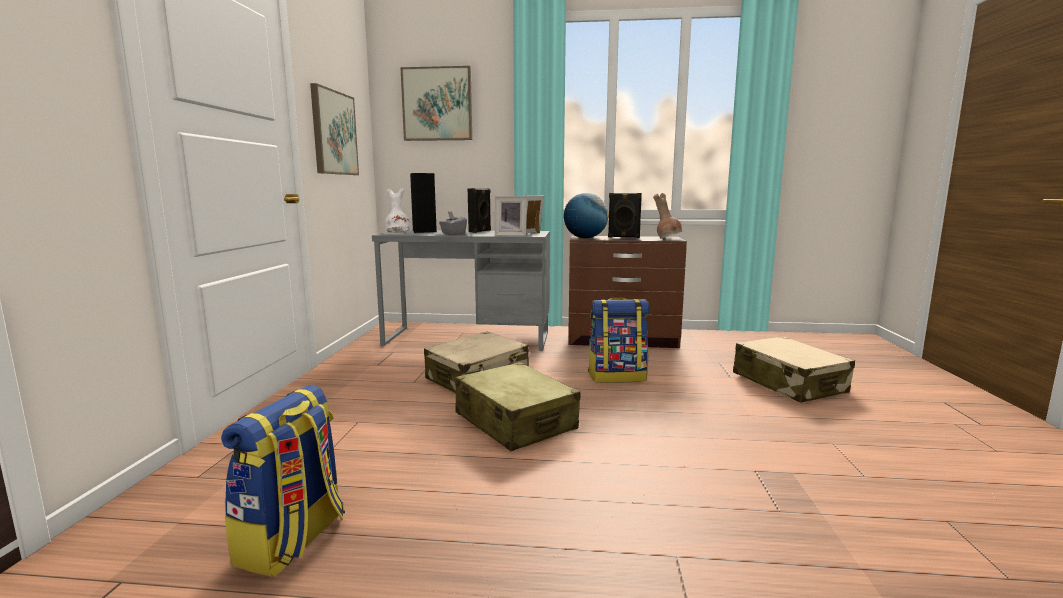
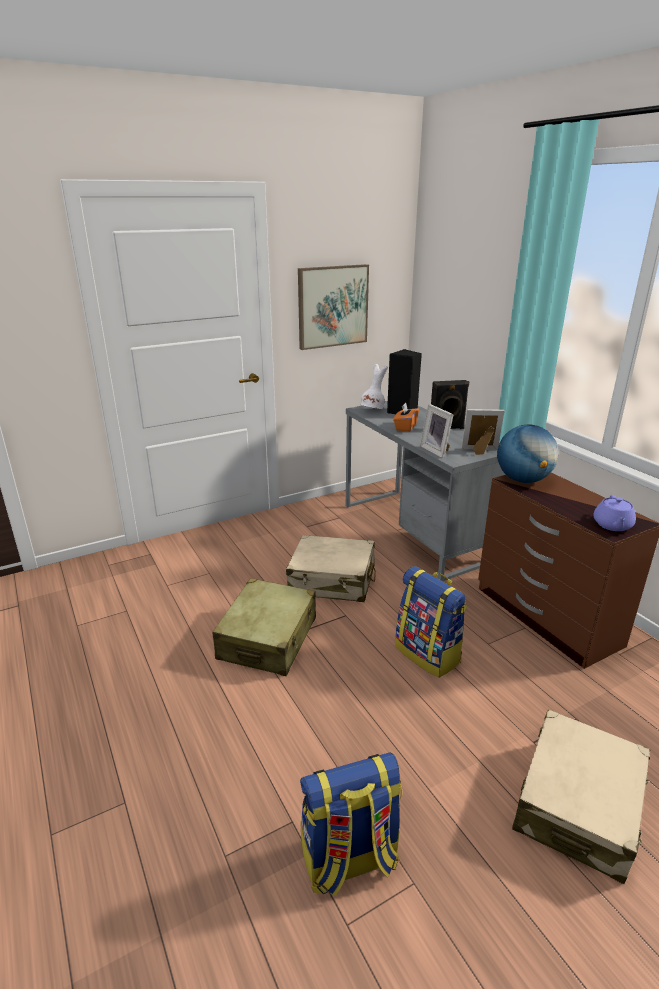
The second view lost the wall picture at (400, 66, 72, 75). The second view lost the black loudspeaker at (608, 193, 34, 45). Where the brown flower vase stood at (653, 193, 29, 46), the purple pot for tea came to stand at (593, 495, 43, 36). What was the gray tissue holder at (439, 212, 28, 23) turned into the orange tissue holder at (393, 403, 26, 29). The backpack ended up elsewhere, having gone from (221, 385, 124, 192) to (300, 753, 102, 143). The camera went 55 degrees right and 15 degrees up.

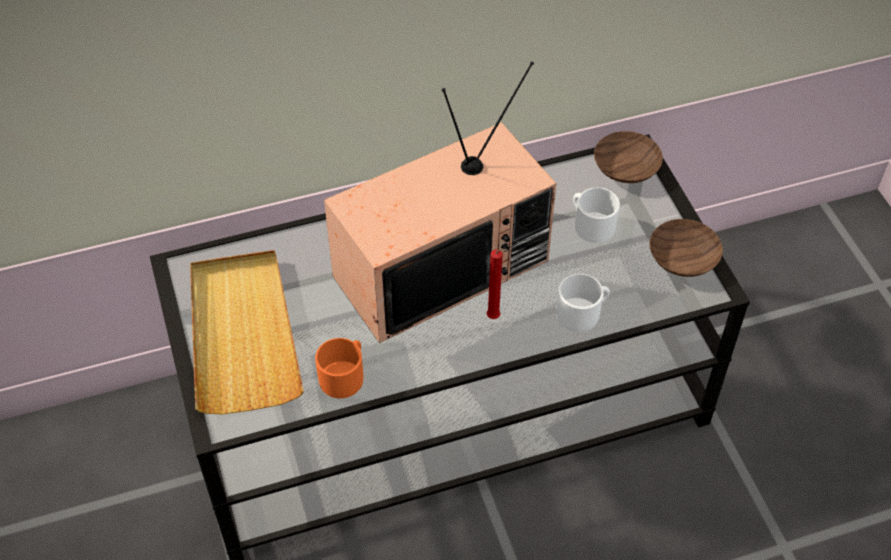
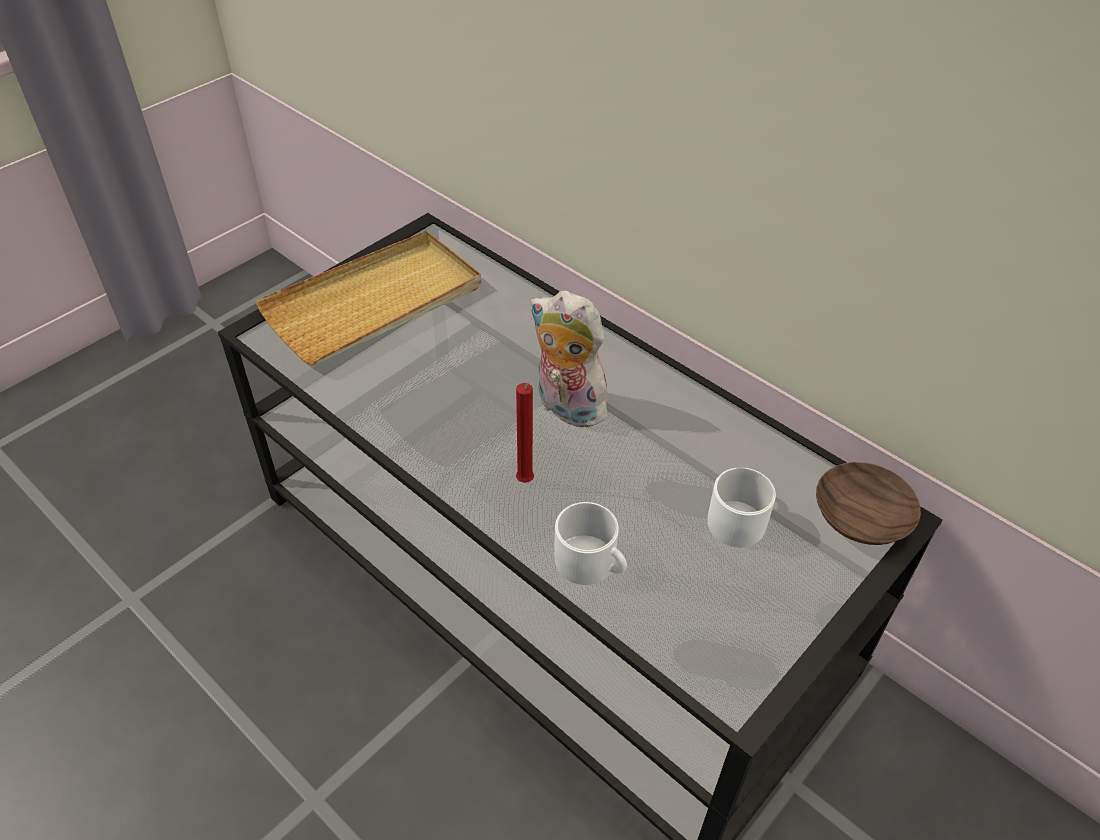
Where the television stood at (324, 61, 232, 282), the cuddly toy came to stand at (530, 290, 80, 138). The second view lost the brown deep dish at (649, 219, 74, 58). The second view lost the orange tea mug at (315, 338, 48, 60). The camera went 60 degrees right and 5 degrees down.

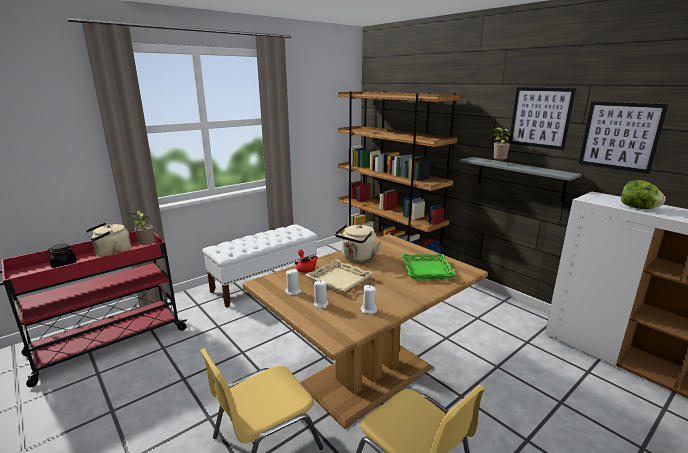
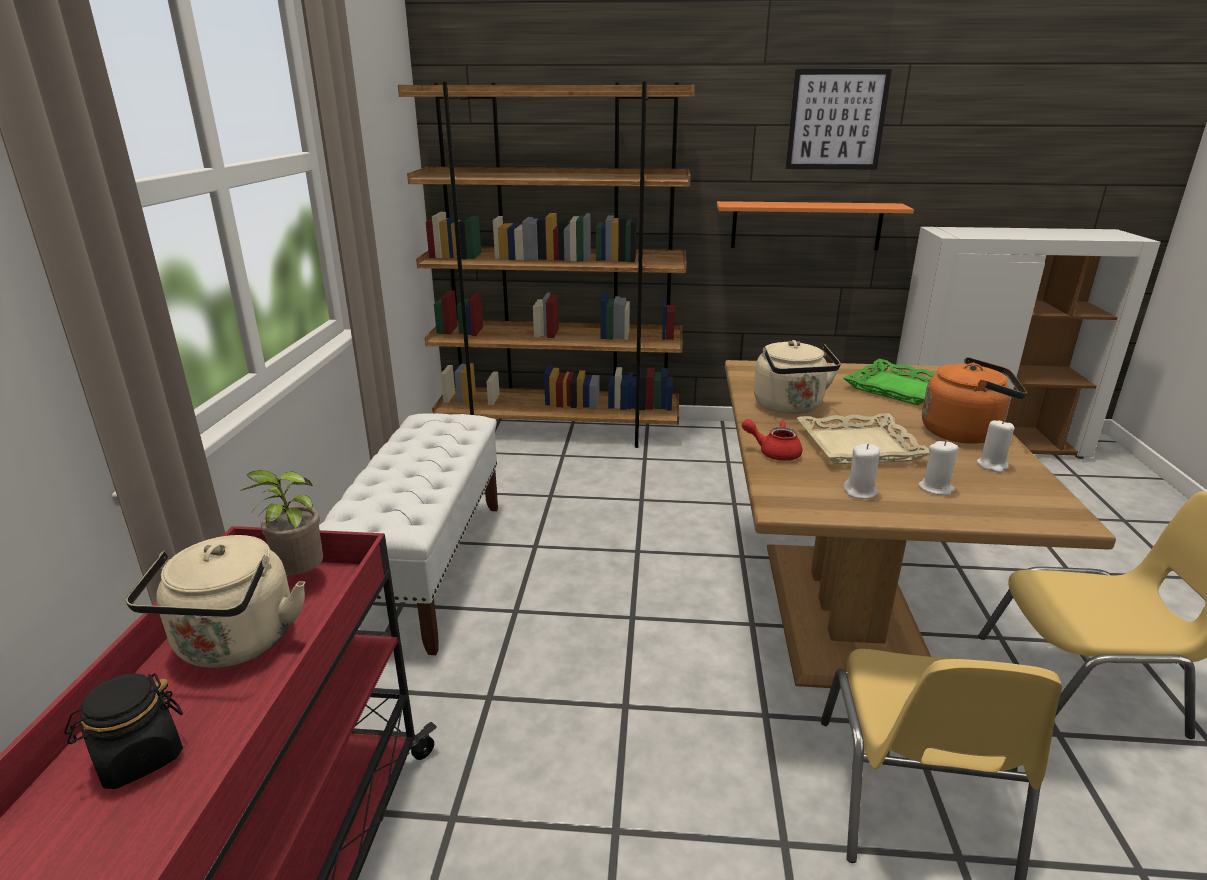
The second view lost the wall picture at (579, 101, 90, 73). The second view lost the potted plant at (491, 127, 20, 35). What was the gray wall shelf at (460, 157, 121, 44) turned into the orange wall shelf at (717, 201, 197, 49). The second view lost the lettuce head at (621, 180, 44, 29). The second view gained the orange tea kettle at (922, 357, 105, 87). The camera went 45 degrees left and 5 degrees up.

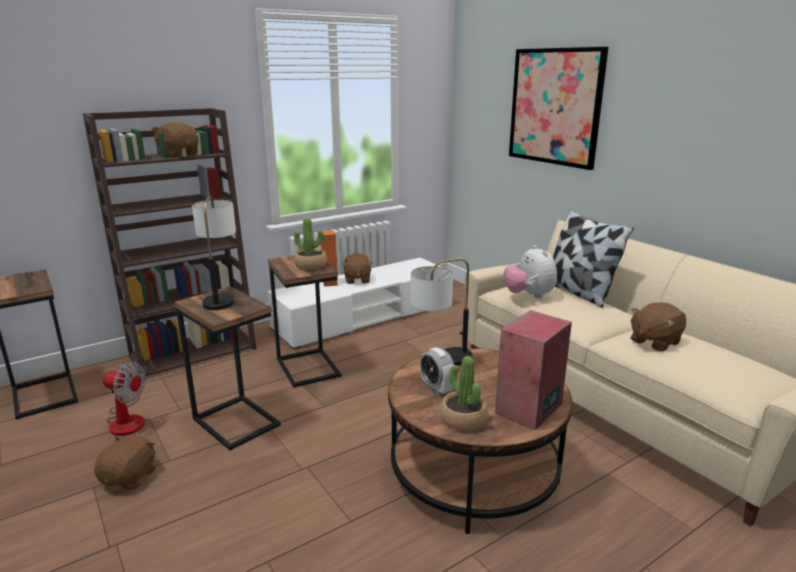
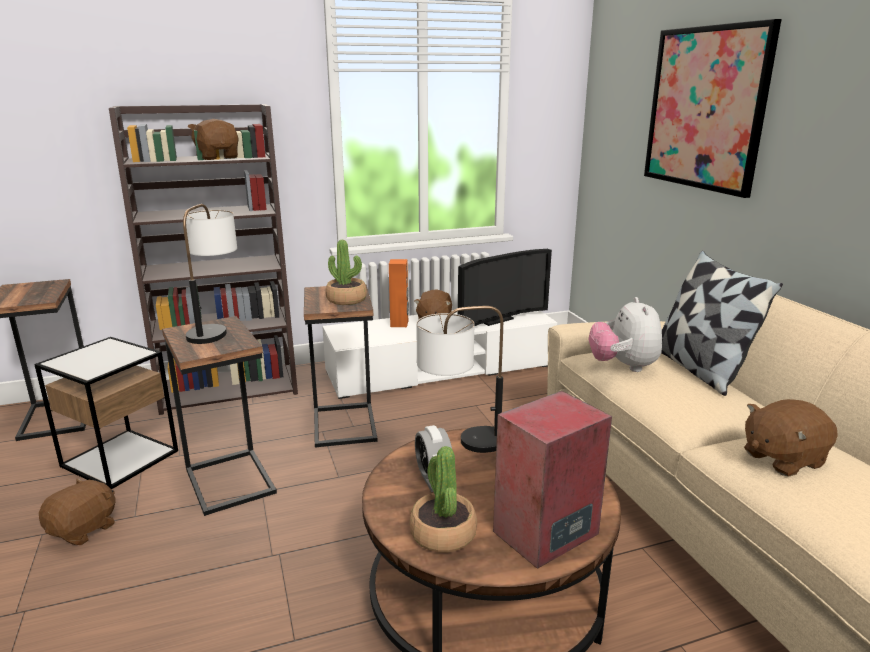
Where the cooling fan stood at (103, 362, 43, 74), the side table came to stand at (34, 337, 144, 152). The second view gained the television at (458, 249, 94, 77). The camera went 15 degrees right and 0 degrees up.

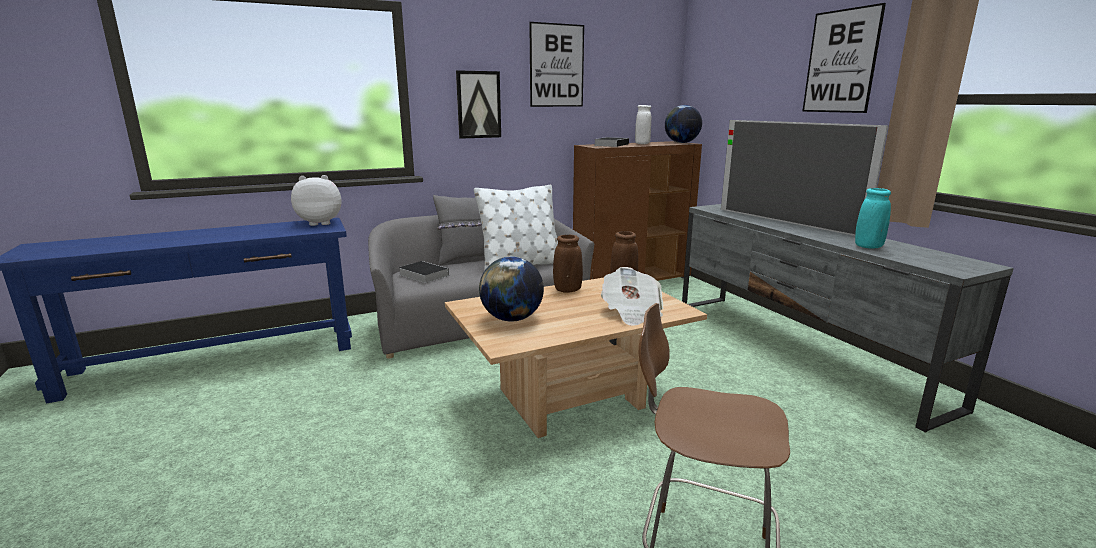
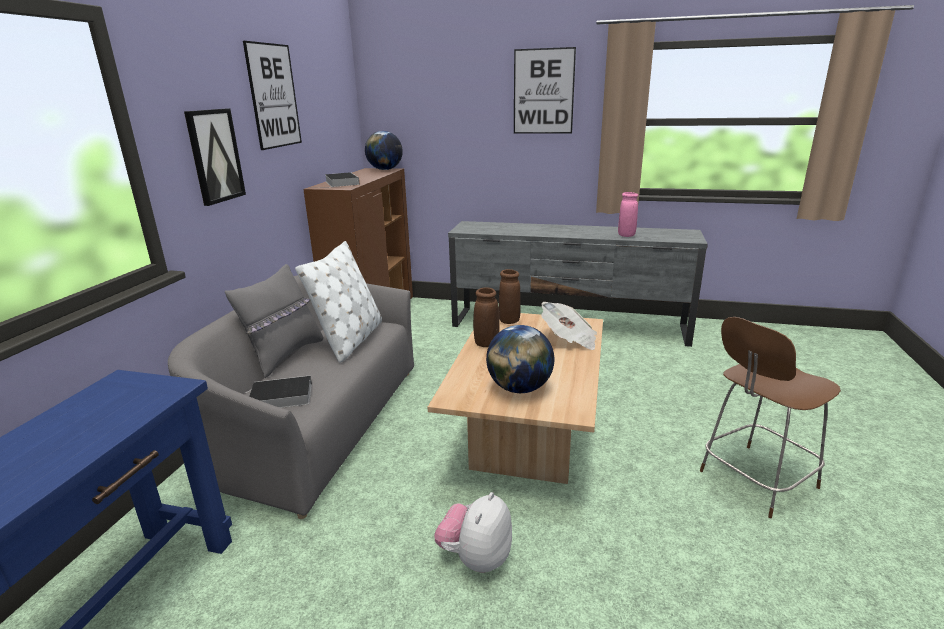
The second view lost the white-coloured flower vase at (635, 105, 16, 39). The second view lost the television at (721, 120, 167, 116). The cuddly toy ended up elsewhere, having gone from (291, 175, 50, 51) to (434, 492, 78, 81). What was the turquoise flower vase at (855, 188, 36, 61) turned into the pink flower vase at (618, 192, 20, 45). The camera went 50 degrees left and 5 degrees up.

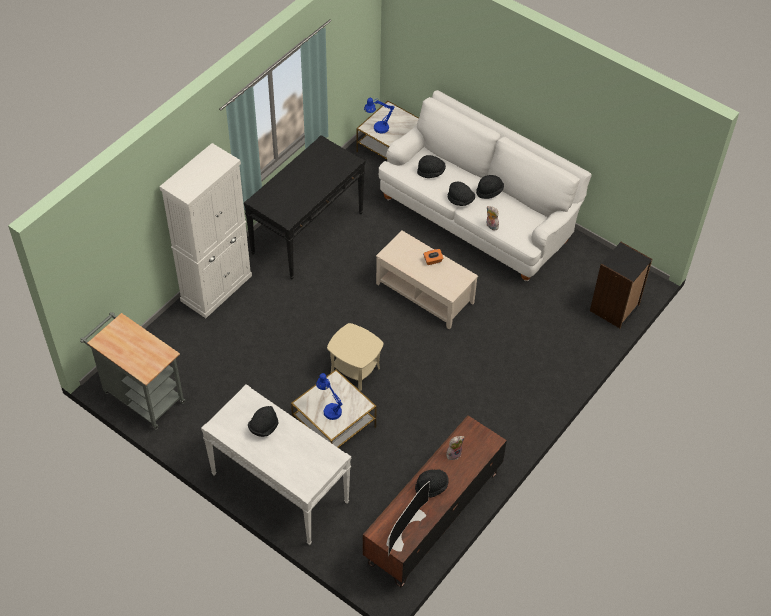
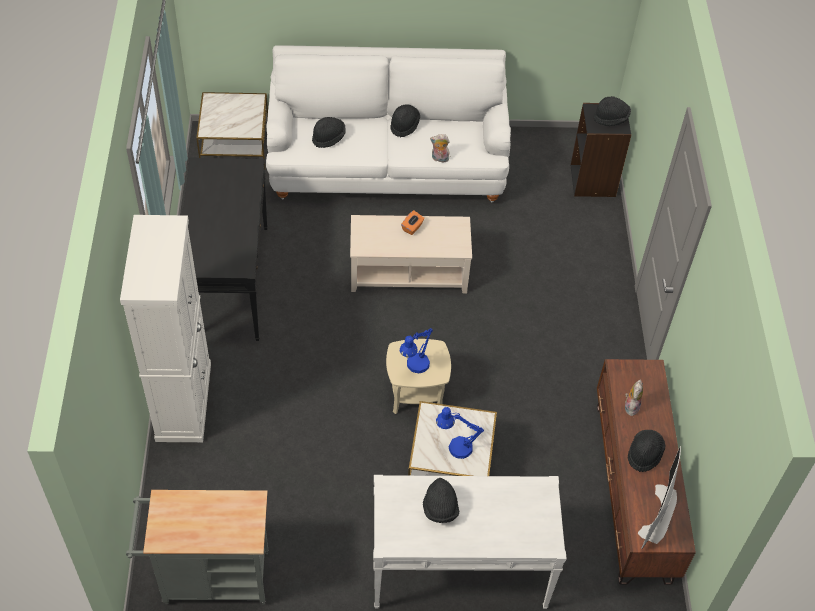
The bluish lamp for a table ended up elsewhere, having gone from (364, 98, 30, 36) to (400, 328, 33, 45). The black hat ended up elsewhere, having gone from (448, 182, 27, 24) to (594, 96, 37, 30). The television at (386, 481, 44, 76) ended up facing another way, 150 degrees counterclockwise from before. The camera went 40 degrees left and 0 degrees up.

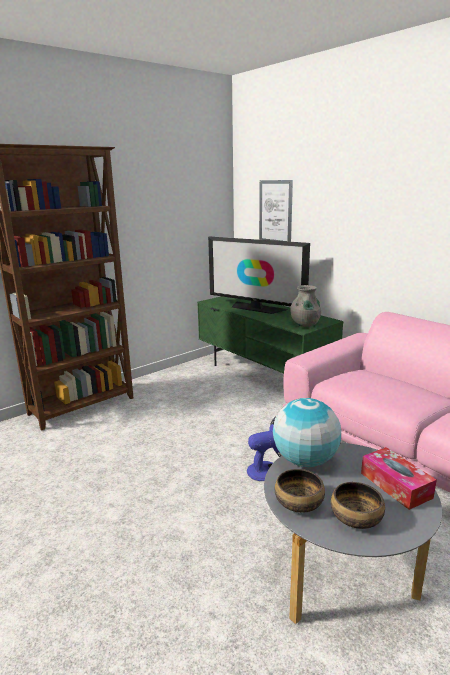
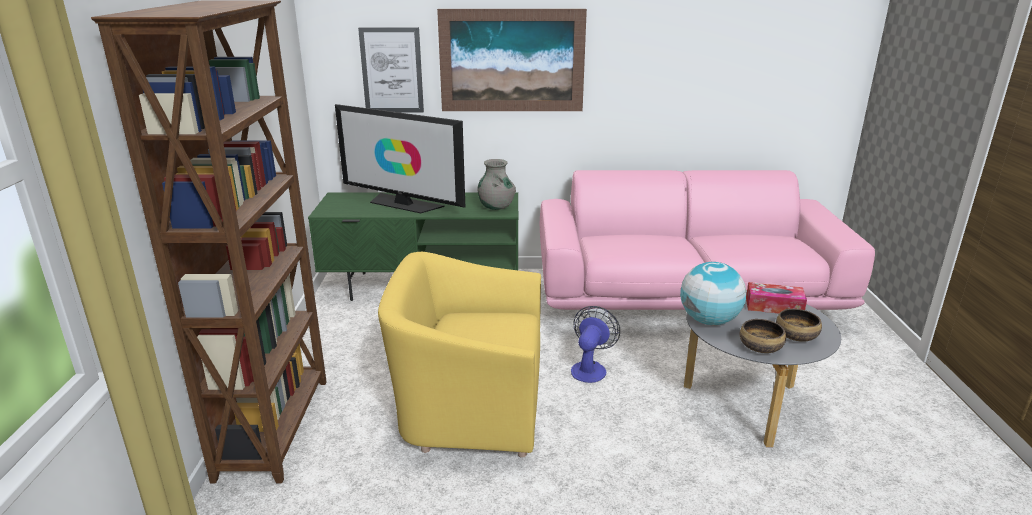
The television at (208, 237, 102, 77) ended up facing another way, 45 degrees clockwise from before. The second view gained the wall picture at (437, 9, 150, 102). The second view gained the yellowish easy chair at (378, 252, 163, 206). The camera went 50 degrees left and 5 degrees up.

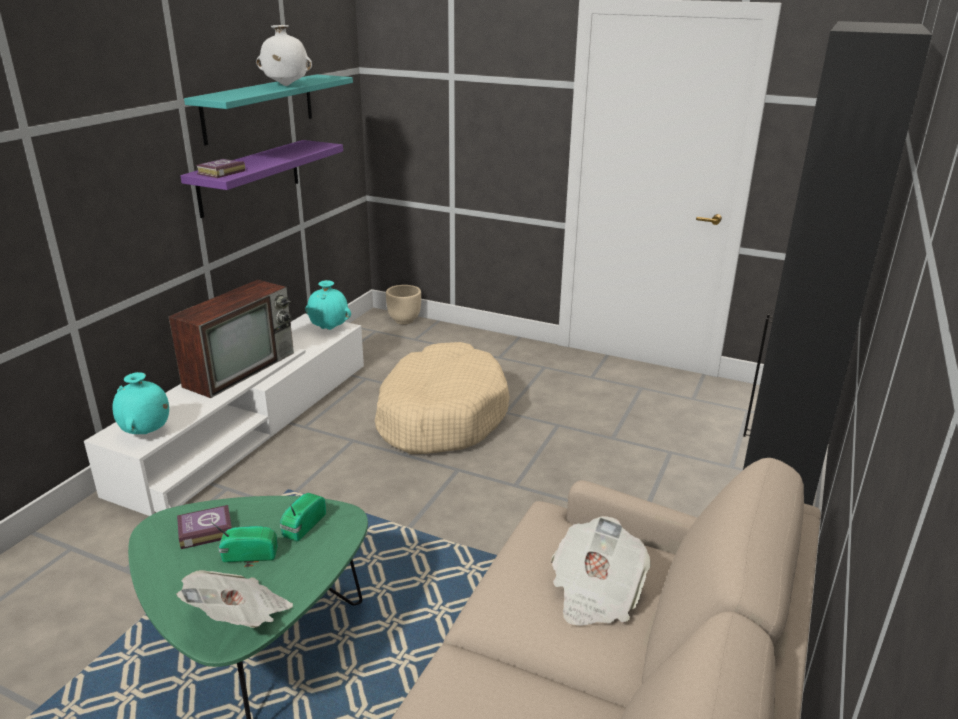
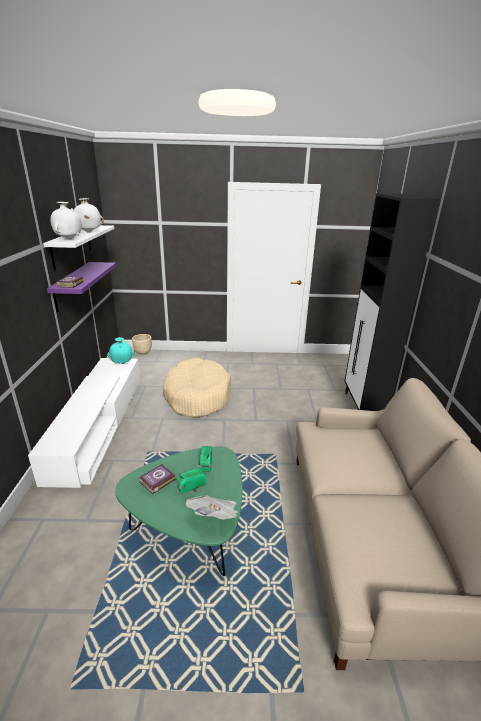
What was the turquoise wall shelf at (184, 74, 169, 72) turned into the white-coloured wall shelf at (44, 225, 70, 45). The second view lost the television at (168, 279, 126, 119). The second view lost the turquoise flower vase at (112, 372, 57, 62). The second view lost the daily paper at (551, 516, 100, 110). The second view gained the white-coloured flower vase at (50, 202, 32, 38). The camera went 25 degrees left and 0 degrees up.

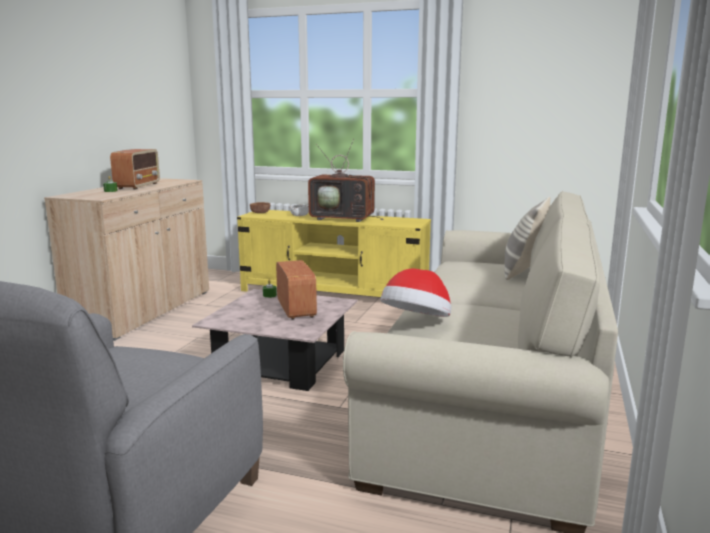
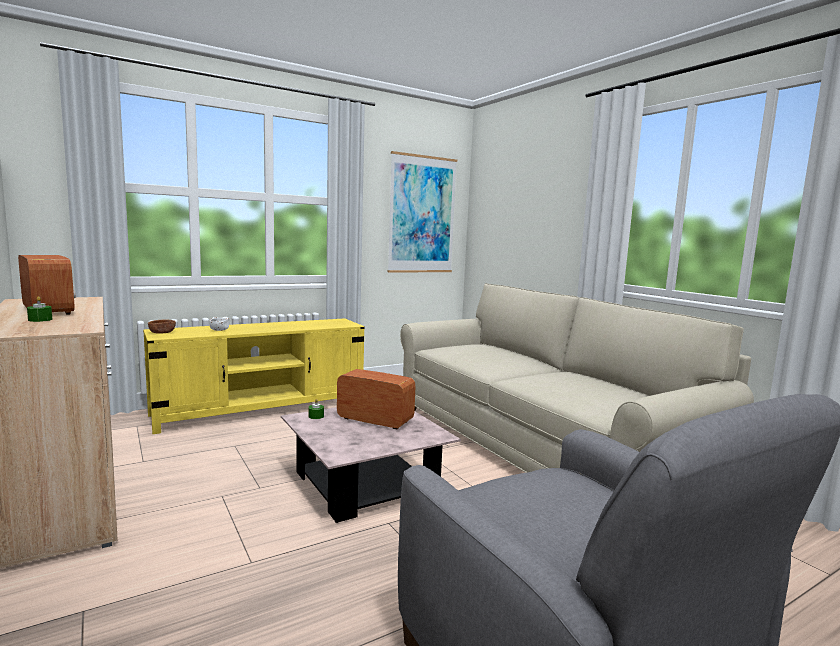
The second view lost the television at (308, 139, 76, 83). The second view lost the throw pillow at (505, 197, 45, 83). The second view lost the hat at (380, 268, 71, 49). The second view gained the wall picture at (387, 151, 70, 122). The camera went 50 degrees left and 5 degrees down.

